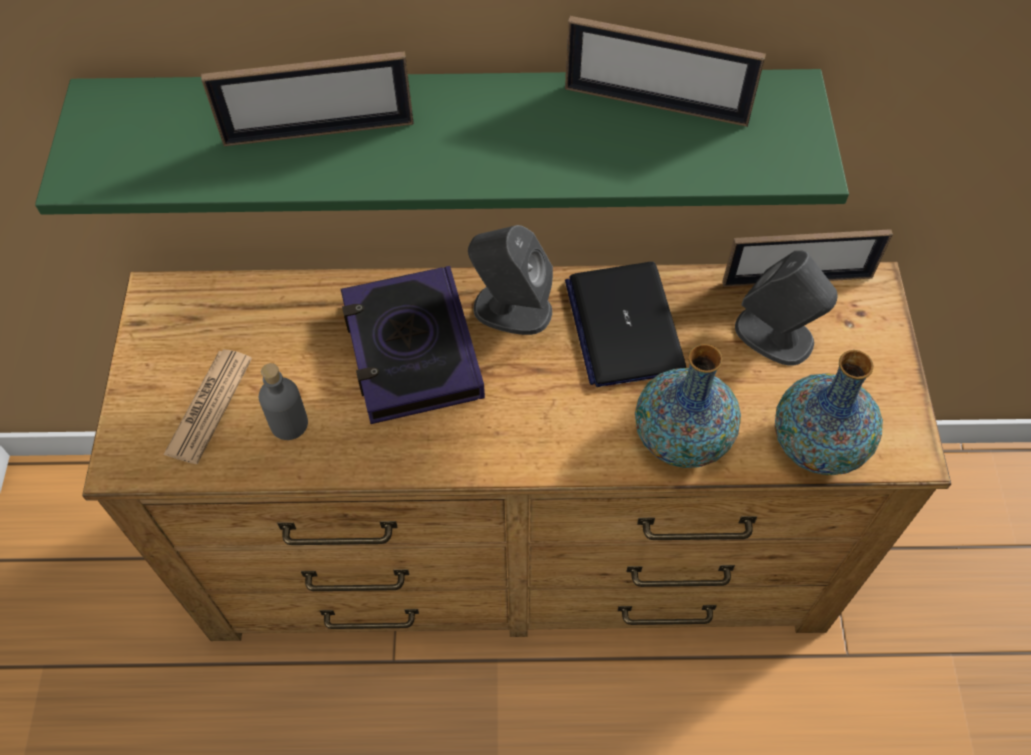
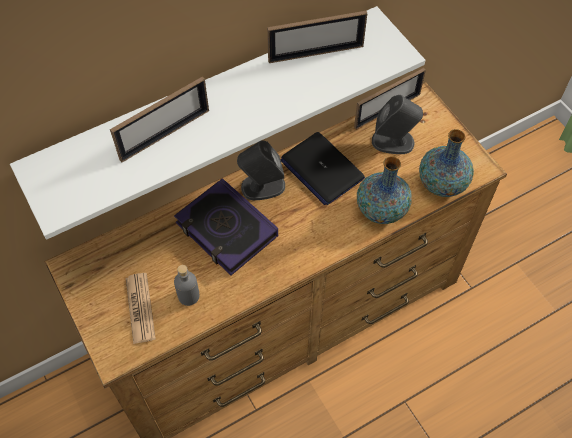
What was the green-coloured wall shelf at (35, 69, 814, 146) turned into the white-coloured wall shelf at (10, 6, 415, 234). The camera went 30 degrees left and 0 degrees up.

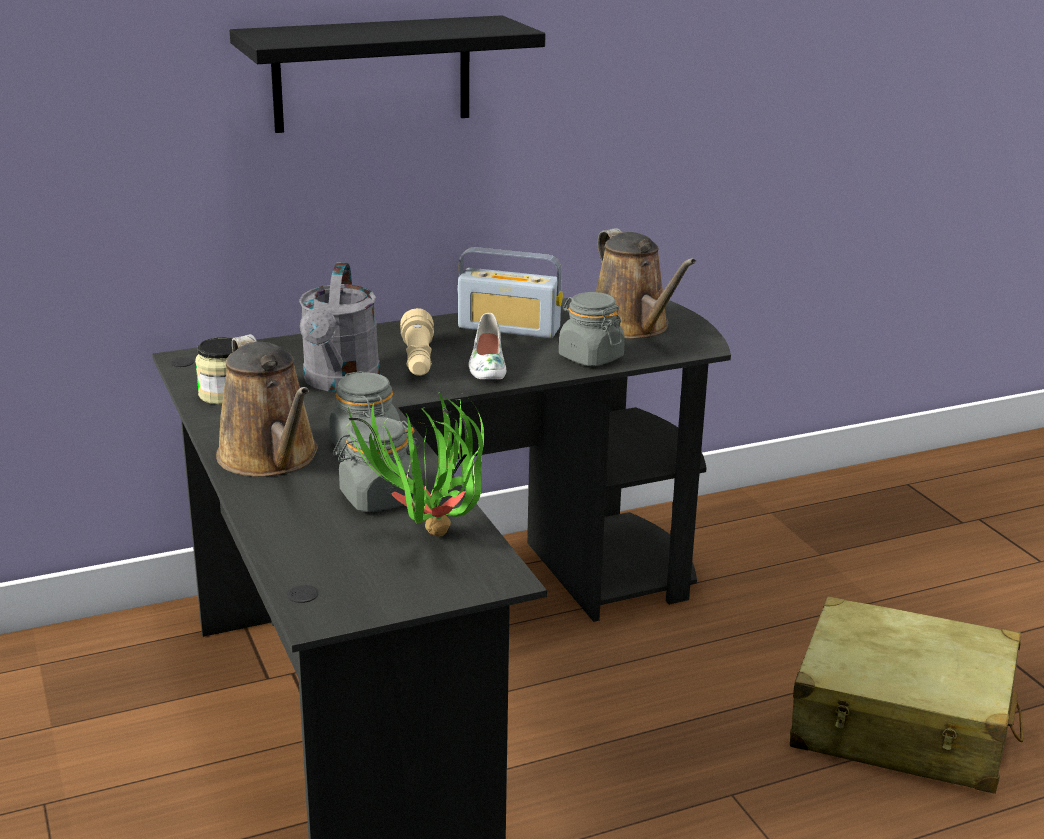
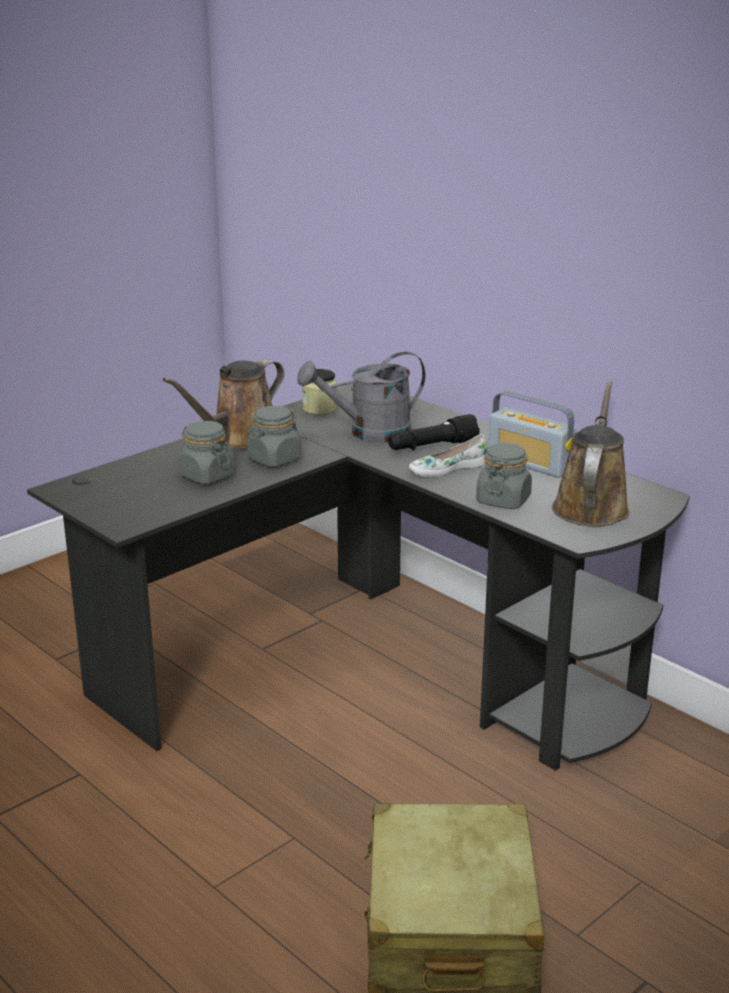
The second view lost the black wall shelf at (230, 15, 316, 118). The brown watering can at (596, 228, 100, 111) ended up facing another way, 150 degrees clockwise from before. The radio set at (457, 247, 106, 91) ended up facing another way, 45 degrees counterclockwise from before. What was the sand-coloured hand torch at (400, 308, 34, 68) turned into the black hand torch at (388, 414, 92, 36). The second view lost the potted plant at (347, 392, 137, 145). The camera went 70 degrees right and 0 degrees up.

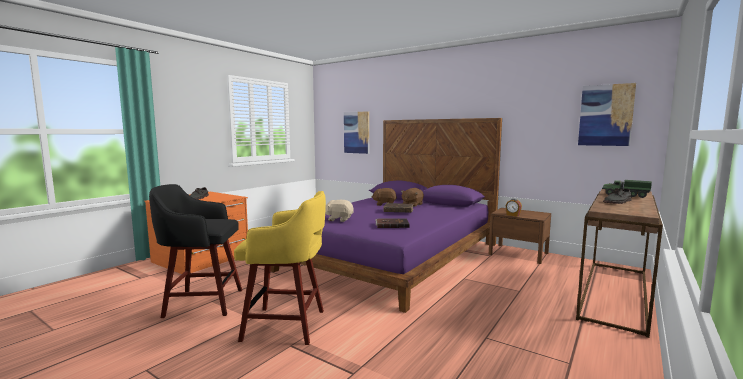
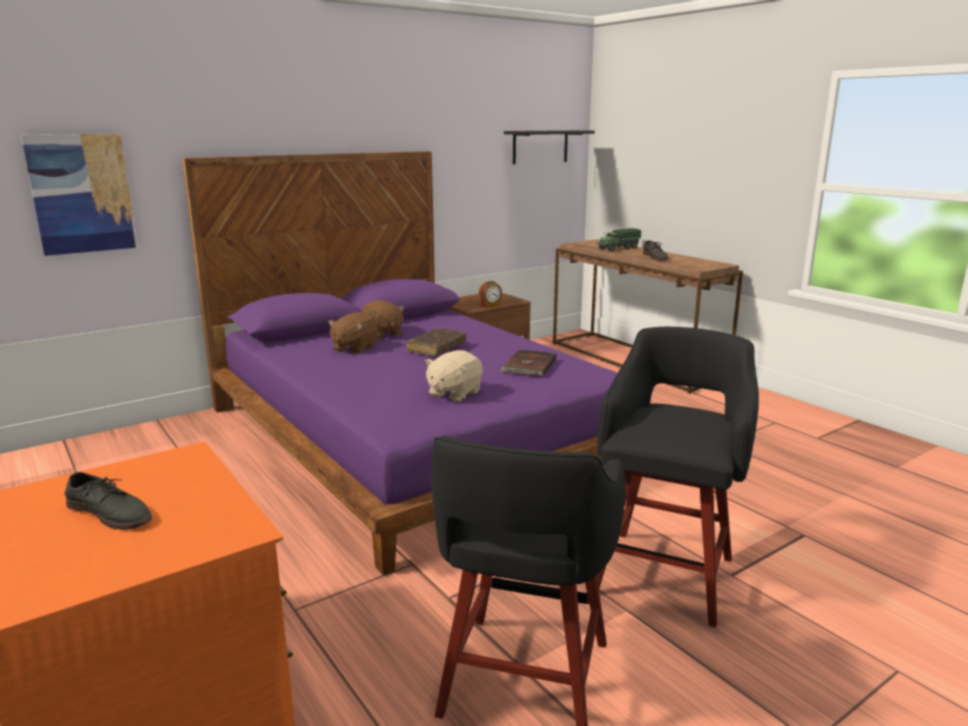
Where the wall picture hung at (578, 83, 58, 63), the black wall shelf came to hang at (504, 130, 91, 34). What was the yellowish stool at (234, 191, 92, 154) turned into the black stool at (597, 327, 162, 301). The camera went 70 degrees left and 10 degrees up.

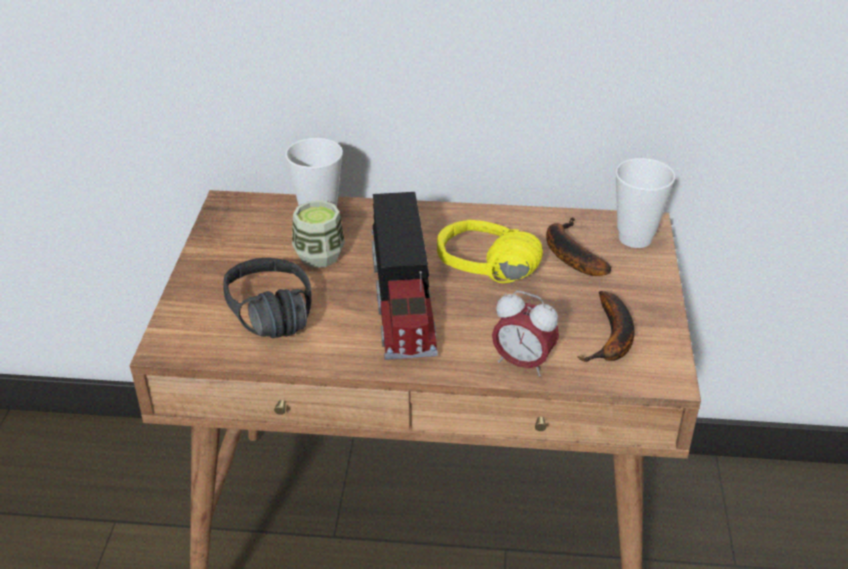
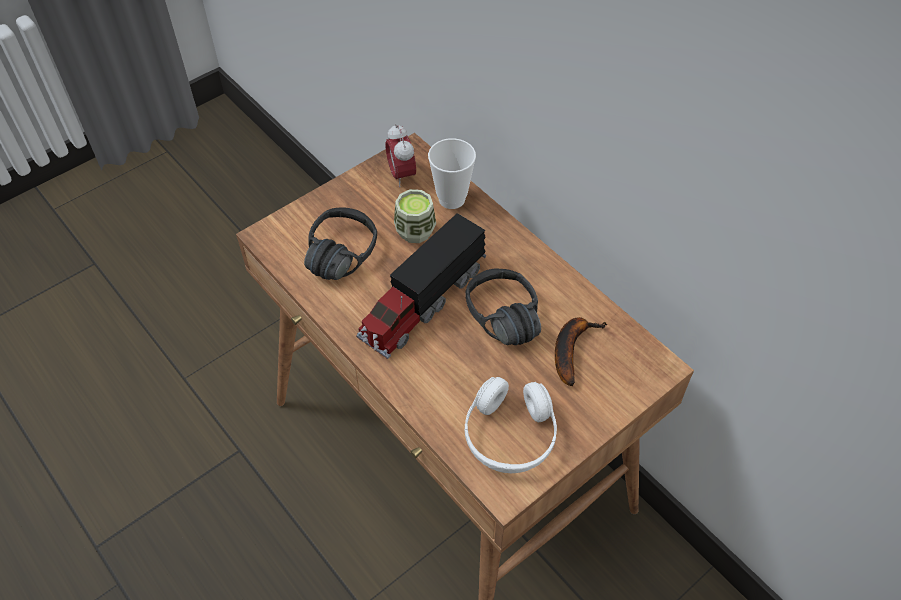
The second view lost the cup at (615, 158, 60, 90). What was the yellowish headset at (437, 220, 106, 63) turned into the black headset at (465, 269, 76, 76). The bedside clock ended up elsewhere, having gone from (492, 291, 67, 86) to (385, 123, 31, 64). Where the banana fruit stood at (578, 291, 57, 71), the white-coloured headset came to stand at (464, 377, 93, 96). The camera went 45 degrees right and 15 degrees up.

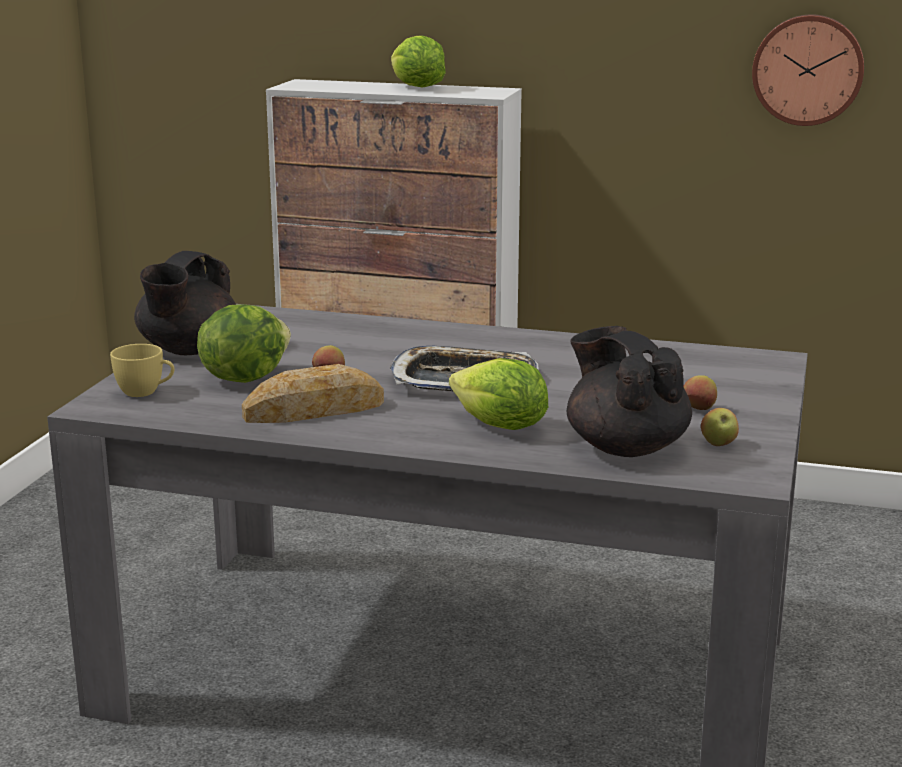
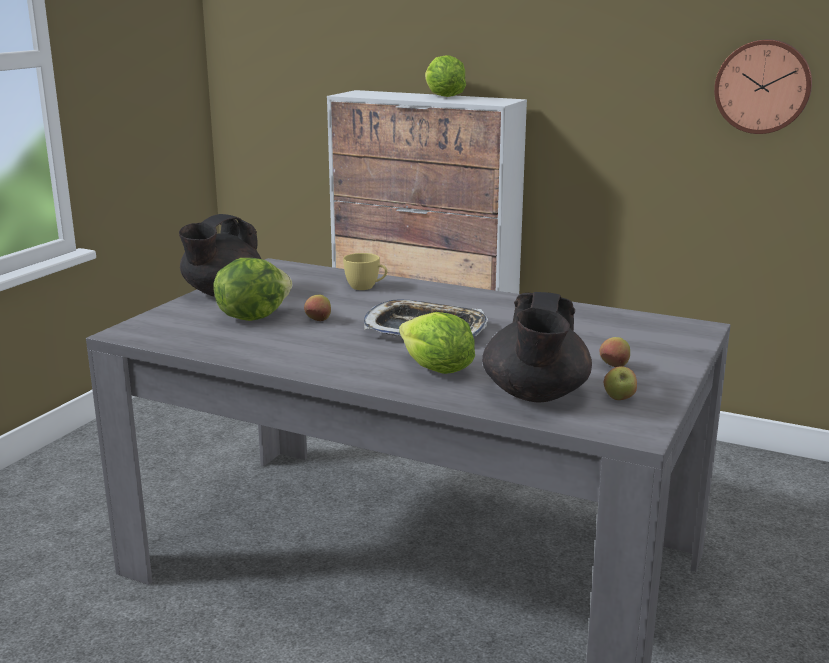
The black pot for tea at (567, 326, 125, 131) ended up facing another way, 150 degrees counterclockwise from before. The yellowish cup ended up elsewhere, having gone from (110, 344, 64, 53) to (343, 253, 44, 37). The second view lost the baked bread at (242, 364, 142, 59). The camera went 10 degrees right and 0 degrees up.

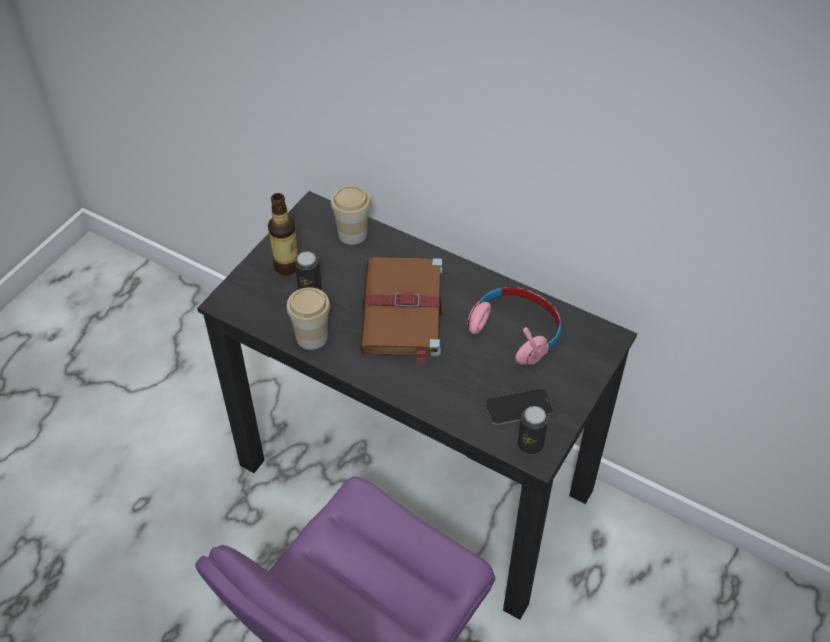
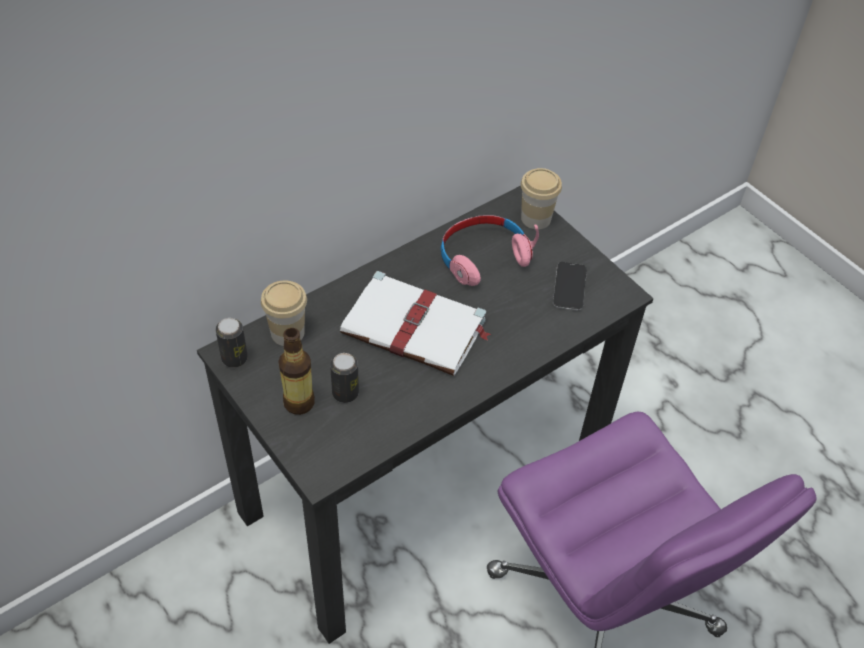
What was the brown bound book at (360, 257, 82, 108) turned into the white-coloured bound book at (340, 271, 151, 105). The cup ended up elsewhere, having gone from (286, 287, 44, 63) to (521, 168, 41, 61). The metal can ended up elsewhere, having gone from (518, 406, 30, 48) to (216, 318, 32, 50). The camera went 70 degrees left and 0 degrees up.

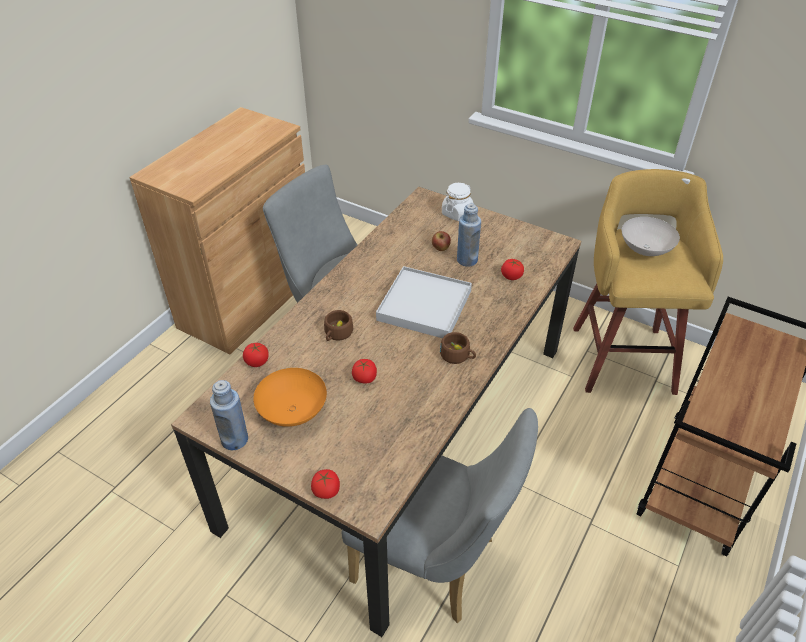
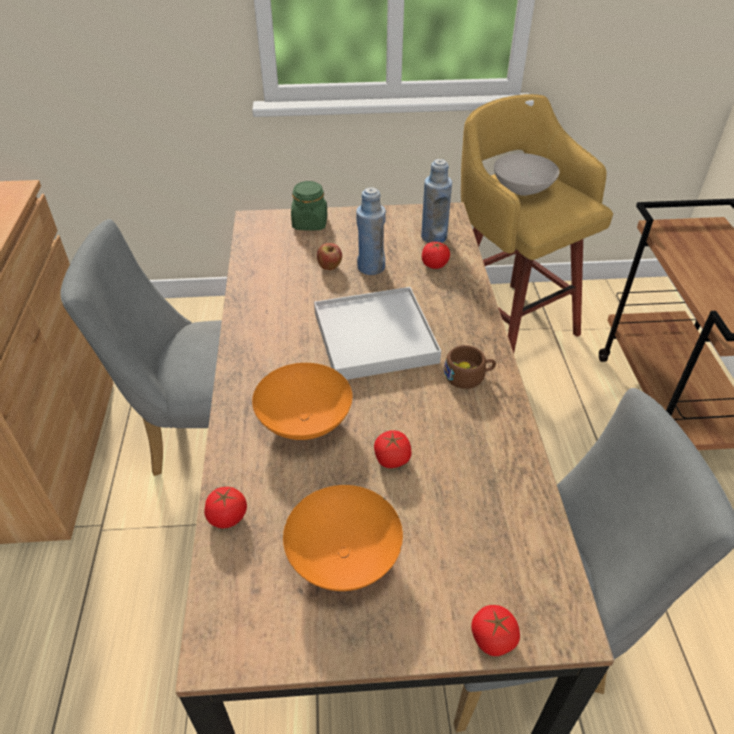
What was the white-coloured storage jar at (442, 183, 32, 38) turned into the green-coloured storage jar at (291, 181, 36, 50). Where the brown cup stood at (324, 310, 29, 31), the orange deep dish came to stand at (252, 363, 100, 77). The bluish beverage bottle ended up elsewhere, having gone from (210, 380, 38, 70) to (421, 159, 31, 84). The camera went 35 degrees left and 0 degrees up.

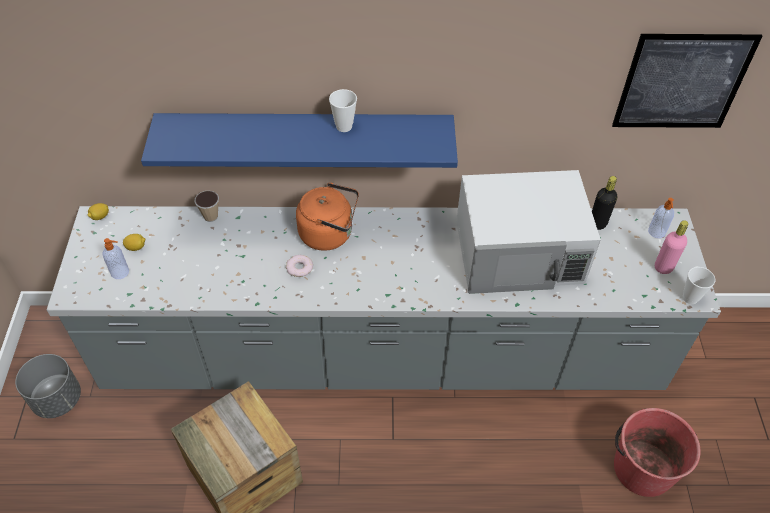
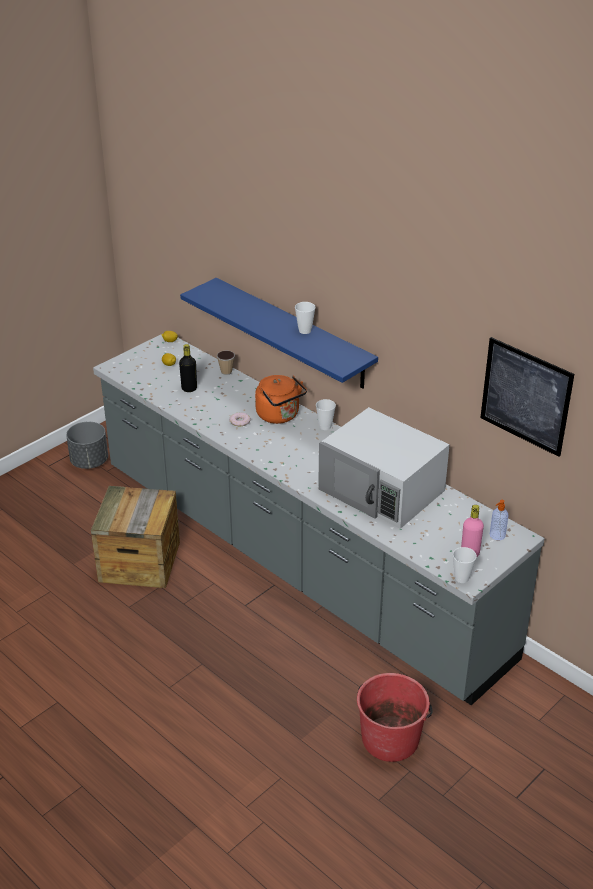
The black beverage bottle ended up elsewhere, having gone from (592, 176, 25, 54) to (179, 344, 18, 48). The second view lost the soap dispenser at (103, 238, 26, 41). The second view gained the cup at (316, 399, 20, 31). The camera went 45 degrees right and 15 degrees down.

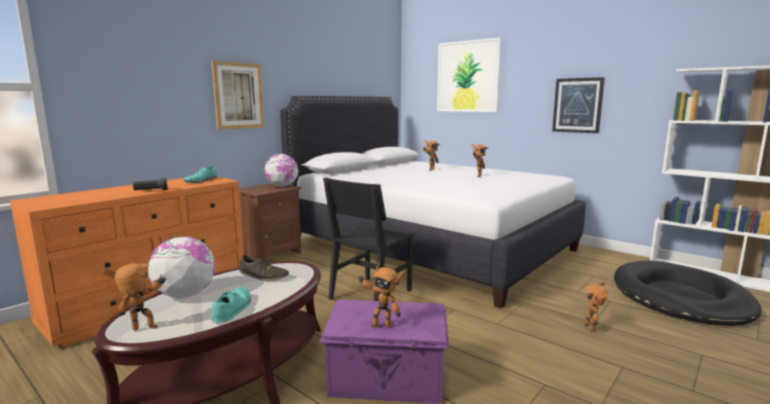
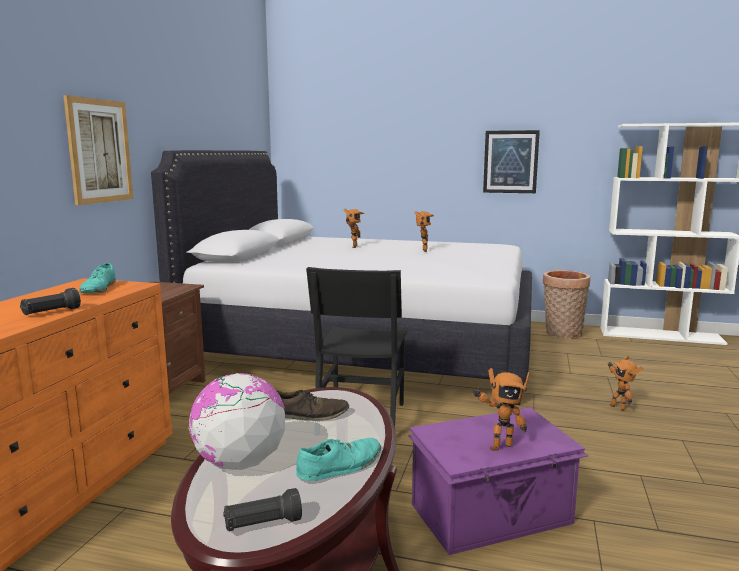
The second view lost the wall picture at (437, 37, 65, 75). The second view lost the globe at (264, 154, 34, 33). The second view lost the black dog cushion at (614, 260, 148, 66). Where the toy robot stood at (102, 263, 65, 68), the black hand torch came to stand at (223, 488, 79, 43). The turquoise shoe at (211, 287, 40, 36) ended up facing another way, 75 degrees clockwise from before. The second view gained the household basket at (543, 270, 47, 69). The camera went 25 degrees left and 0 degrees up.

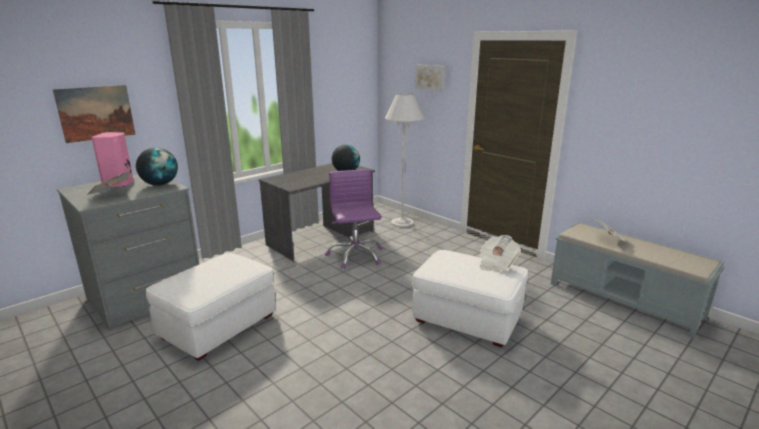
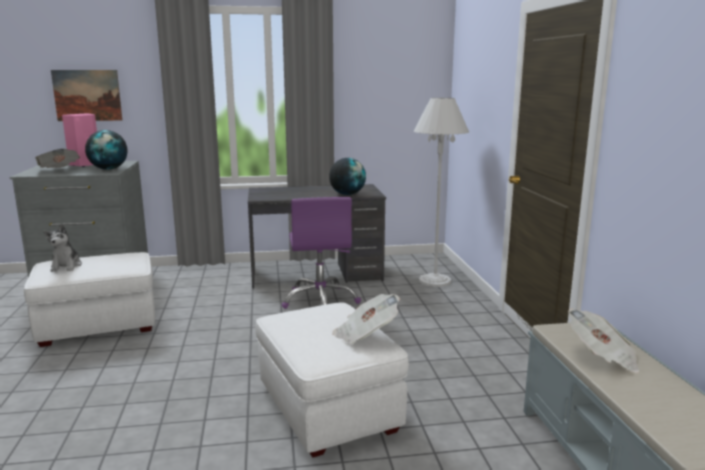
The second view lost the wall picture at (415, 65, 30, 26). The purple office chair at (325, 169, 58, 100) ended up facing another way, 150 degrees clockwise from before. The second view gained the cuddly toy at (44, 224, 38, 48). The camera went 35 degrees right and 5 degrees down.

